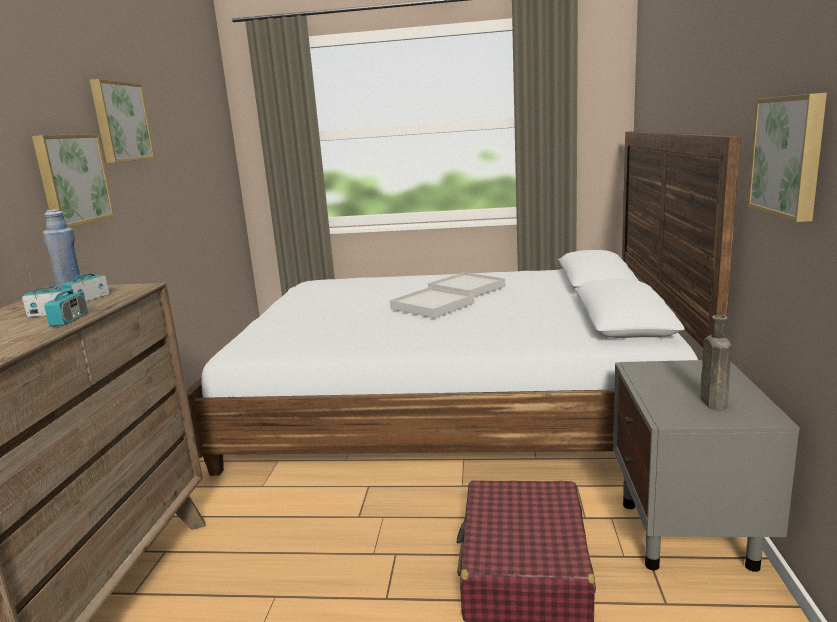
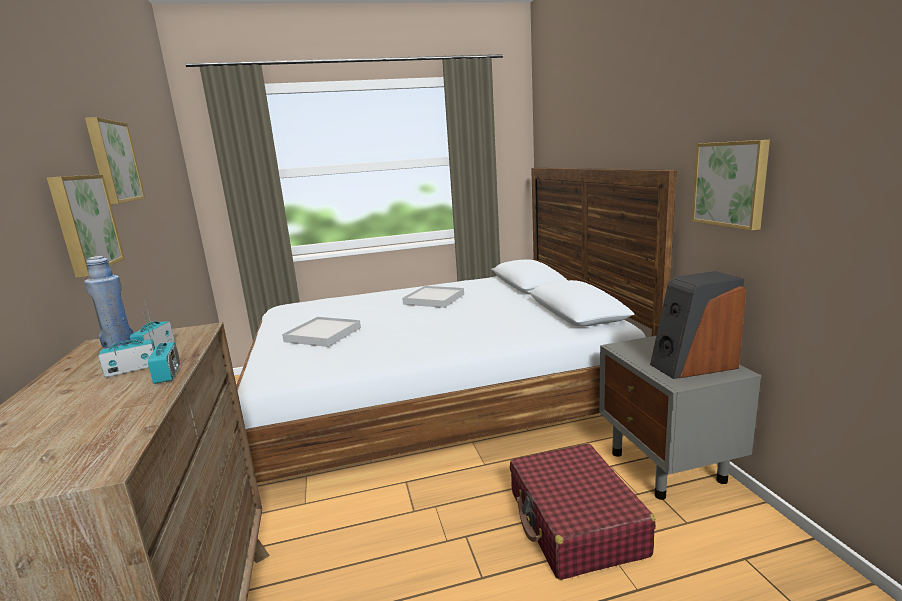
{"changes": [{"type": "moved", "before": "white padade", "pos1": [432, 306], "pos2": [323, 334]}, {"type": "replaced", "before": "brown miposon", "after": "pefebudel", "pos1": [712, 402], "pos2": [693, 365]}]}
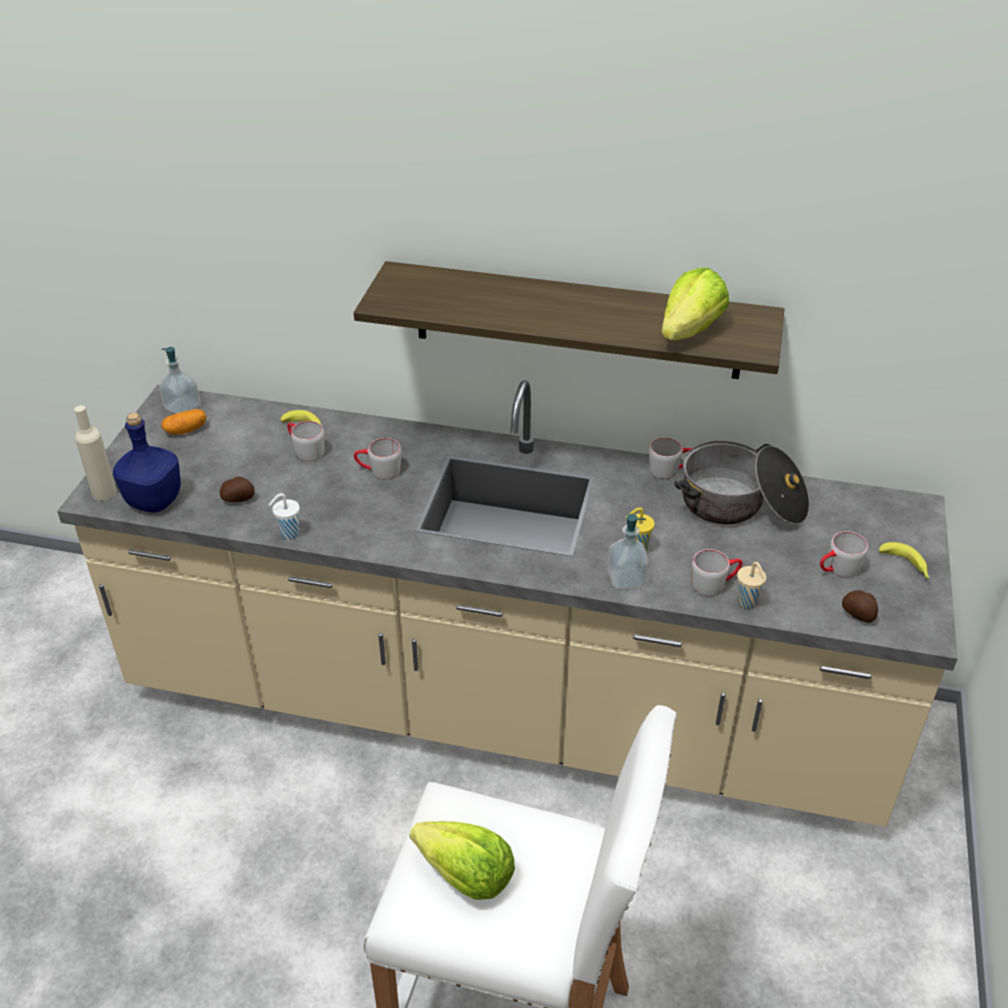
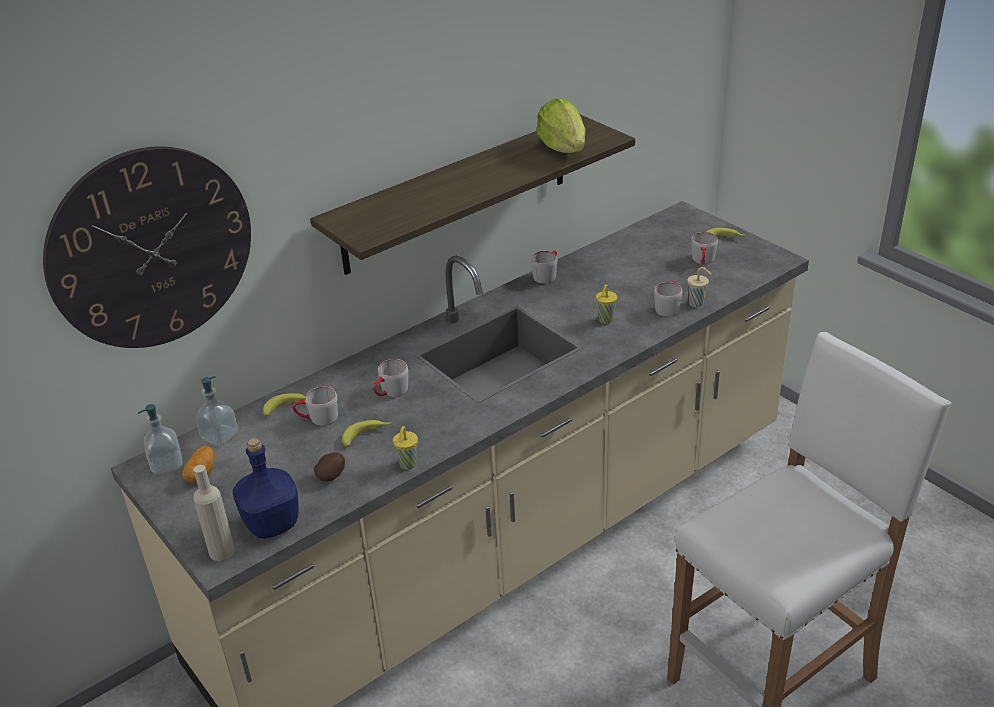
{"changes": [{"type": "removed", "before": "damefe", "pos1": [741, 504]}, {"type": "recoloured", "before": "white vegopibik", "after": "yellow vegopibik", "pos1": [288, 534], "pos2": [407, 465]}, {"type": "moved", "before": "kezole", "pos1": [626, 579], "pos2": [220, 436]}, {"type": "removed", "before": "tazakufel", "pos1": [858, 615]}, {"type": "removed", "before": "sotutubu", "pos1": [465, 875]}, {"type": "added", "after": "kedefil", "pos2": [151, 249]}, {"type": "added", "after": "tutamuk", "pos2": [367, 435]}]}
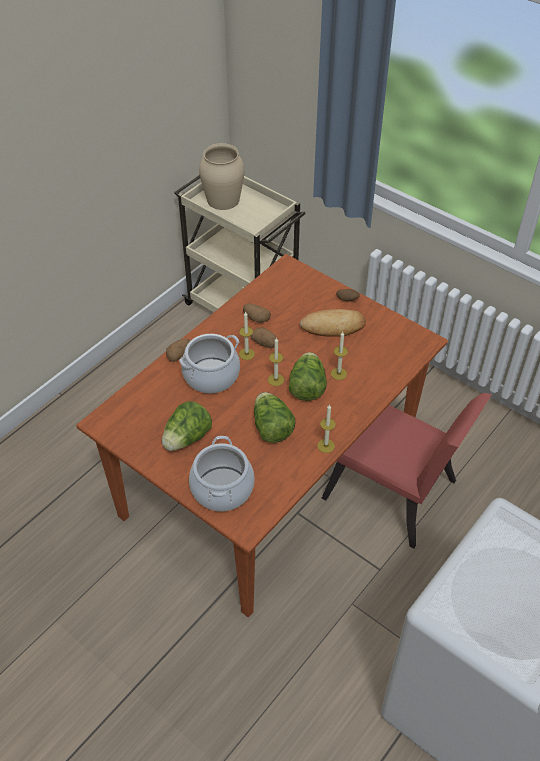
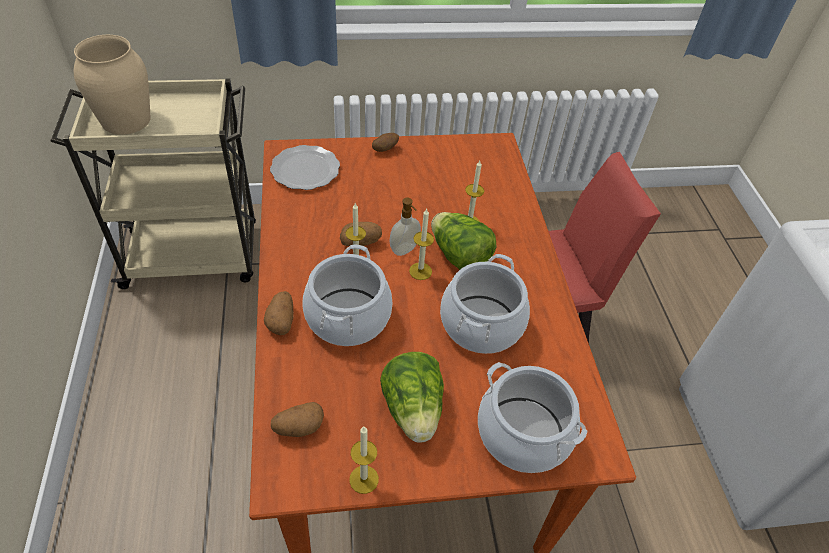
{"changes": [{"type": "moved", "before": "tazakufel", "pos1": [256, 318], "pos2": [298, 427]}, {"type": "removed", "before": "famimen", "pos1": [333, 326]}, {"type": "replaced", "before": "sotutubu", "after": "damefe", "pos1": [271, 428], "pos2": [482, 324]}, {"type": "moved", "before": "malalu", "pos1": [326, 446], "pos2": [364, 479]}, {"type": "added", "after": "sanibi", "pos2": [304, 170]}, {"type": "added", "after": "kezole", "pos2": [405, 250]}]}
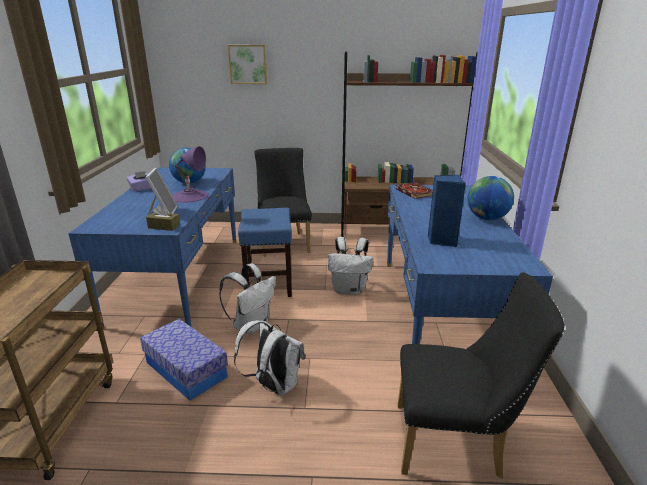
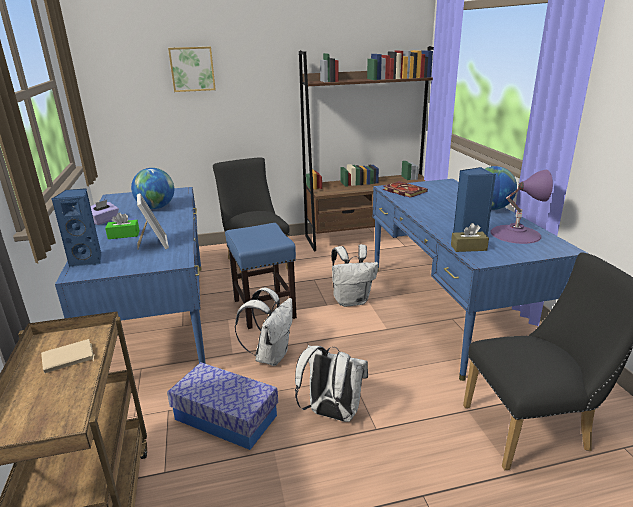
{"changes": [{"type": "moved", "before": "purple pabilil", "pos1": [189, 196], "pos2": [515, 234]}, {"type": "moved", "before": "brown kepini", "pos1": [164, 226], "pos2": [468, 248]}, {"type": "added", "after": "blue pefebudel", "pos2": [88, 260]}, {"type": "added", "after": "green kepini", "pos2": [124, 235]}, {"type": "added", "after": "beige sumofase", "pos2": [68, 359]}]}
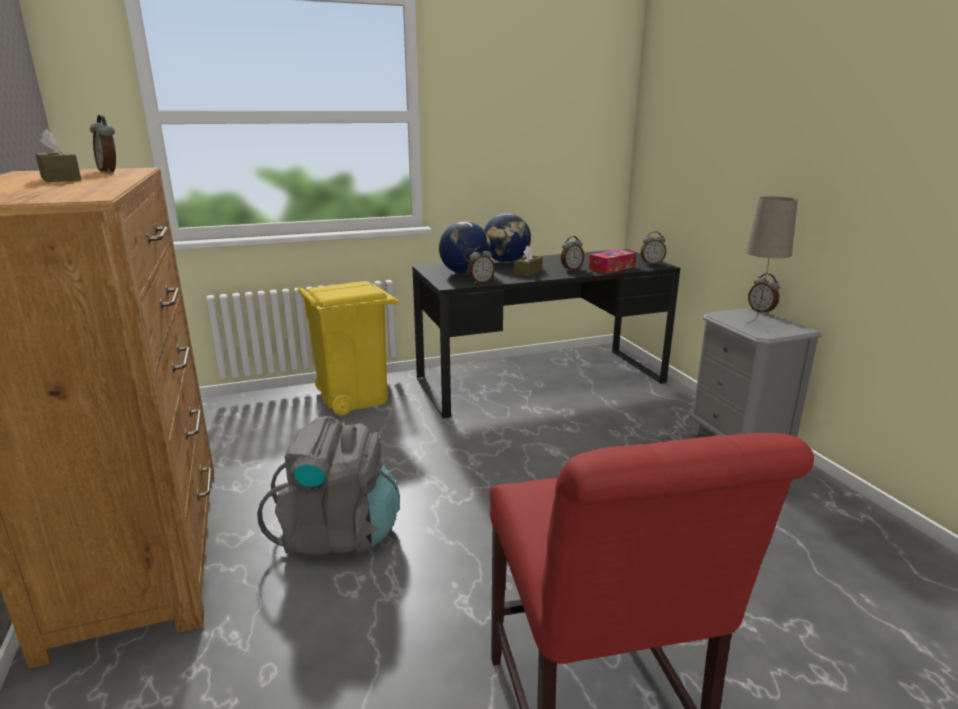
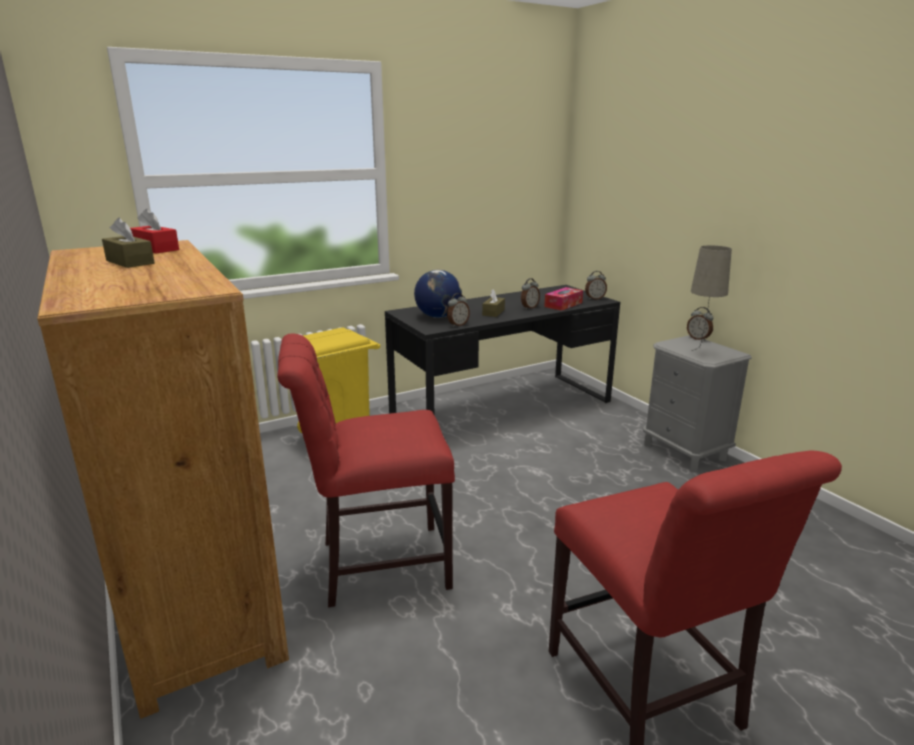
{"changes": [{"type": "replaced", "before": "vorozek", "after": "red kepini", "pos1": [110, 171], "pos2": [156, 249]}, {"type": "removed", "before": "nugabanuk", "pos1": [506, 262]}, {"type": "replaced", "before": "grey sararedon", "after": "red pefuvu", "pos1": [338, 534], "pos2": [376, 564]}]}
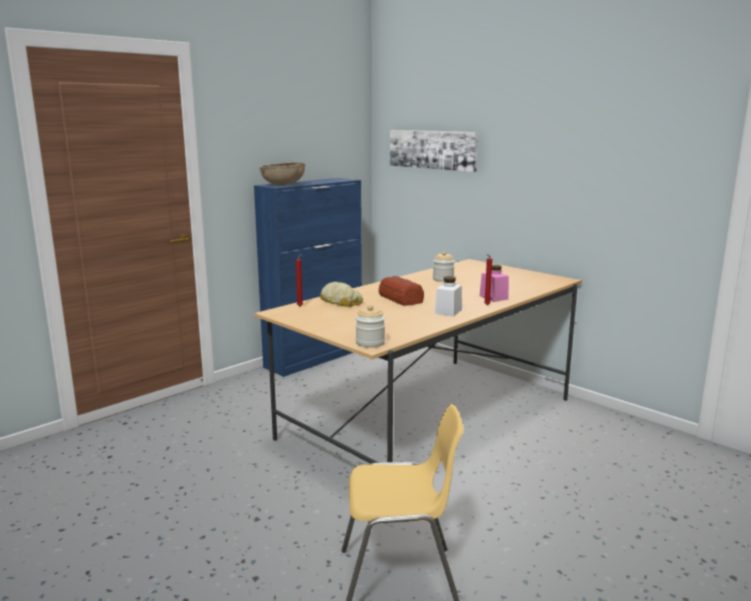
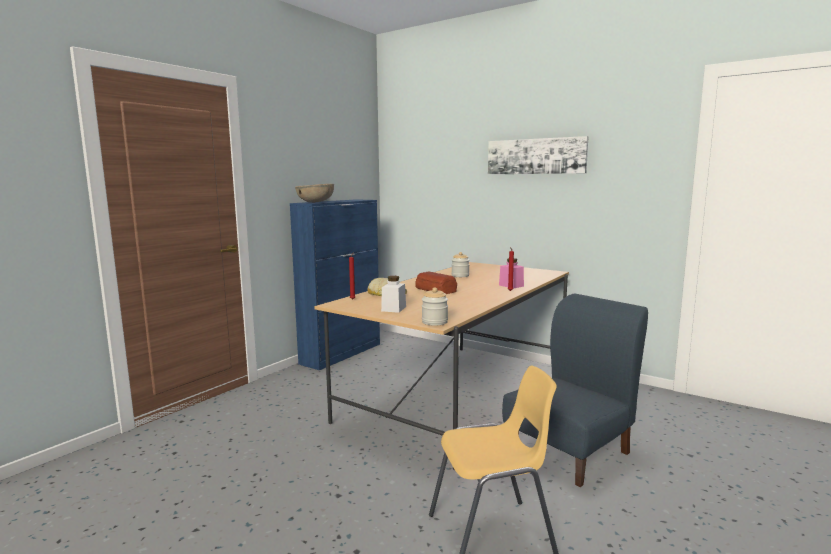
{"changes": [{"type": "moved", "before": "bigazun", "pos1": [432, 149], "pos2": [536, 156]}, {"type": "moved", "before": "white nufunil", "pos1": [448, 312], "pos2": [393, 309]}, {"type": "added", "after": "blue pefuvu", "pos2": [571, 452]}]}
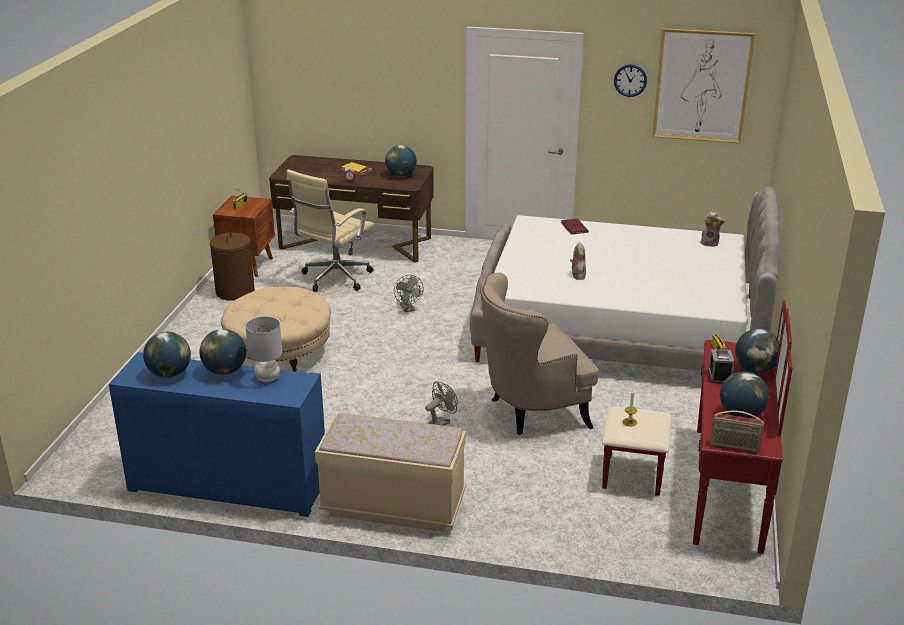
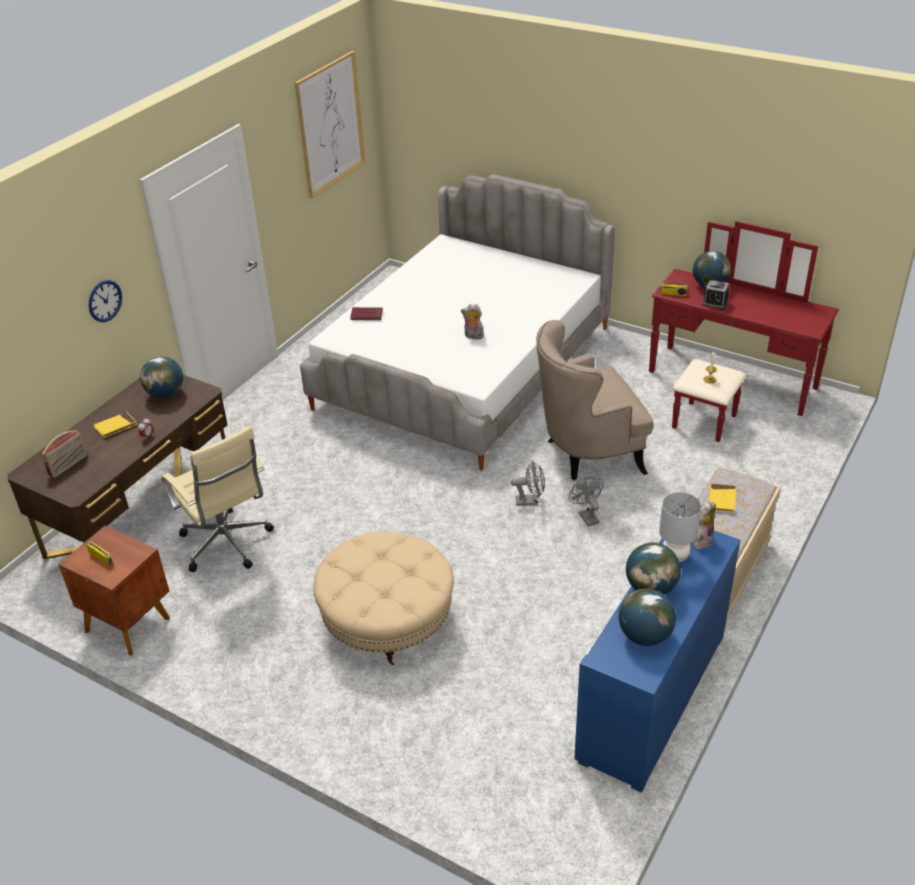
{"changes": [{"type": "moved", "before": "kedefil", "pos1": [630, 80], "pos2": [105, 301]}, {"type": "moved", "before": "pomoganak", "pos1": [710, 243], "pos2": [700, 540]}, {"type": "removed", "before": "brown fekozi", "pos1": [235, 291]}, {"type": "turned", "before": "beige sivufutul", "pos1": [531, 411], "pos2": [587, 454], "turn": 75}, {"type": "moved", "before": "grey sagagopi", "pos1": [408, 309], "pos2": [530, 501]}, {"type": "removed", "before": "nugabanuk", "pos1": [741, 415]}, {"type": "moved", "before": "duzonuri", "pos1": [734, 446], "pos2": [68, 465]}, {"type": "added", "after": "yellow sumofase", "pos2": [722, 499]}]}
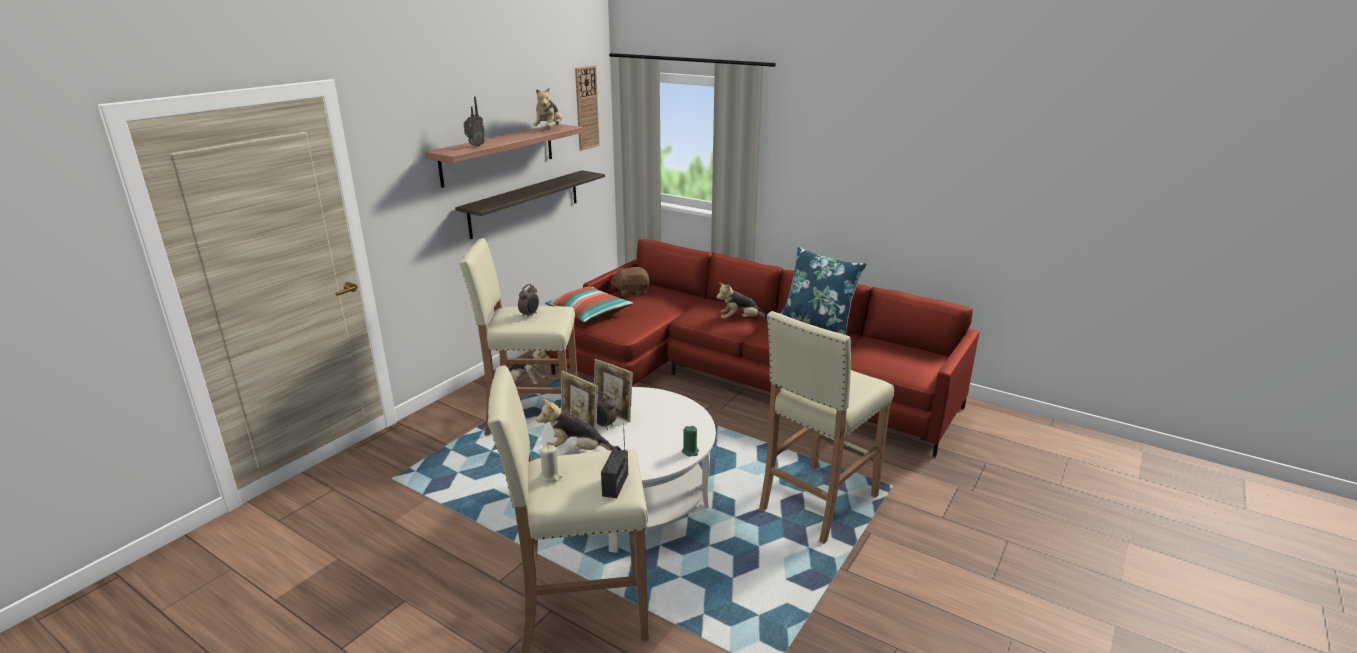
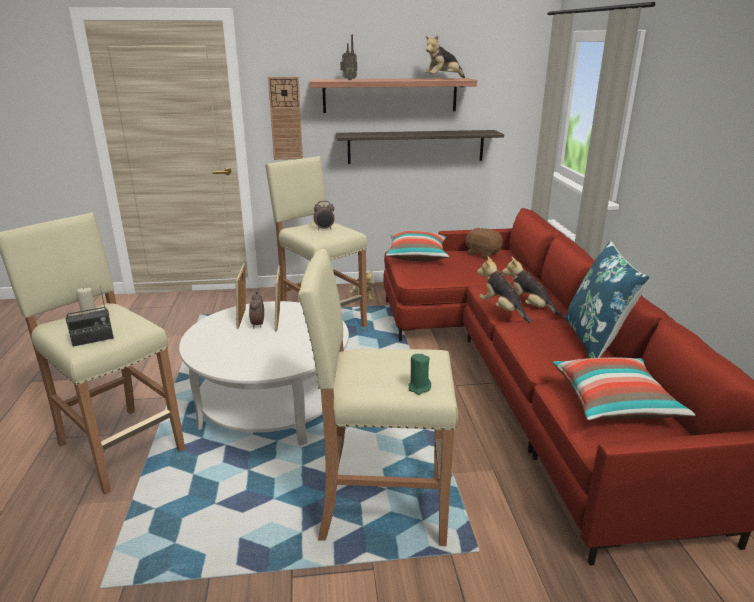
{"changes": [{"type": "moved", "before": "kedefil", "pos1": [586, 108], "pos2": [286, 119]}, {"type": "moved", "before": "pomoganak", "pos1": [577, 451], "pos2": [502, 310]}, {"type": "moved", "before": "green malalu", "pos1": [690, 451], "pos2": [419, 388]}, {"type": "added", "after": "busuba", "pos2": [613, 403]}]}
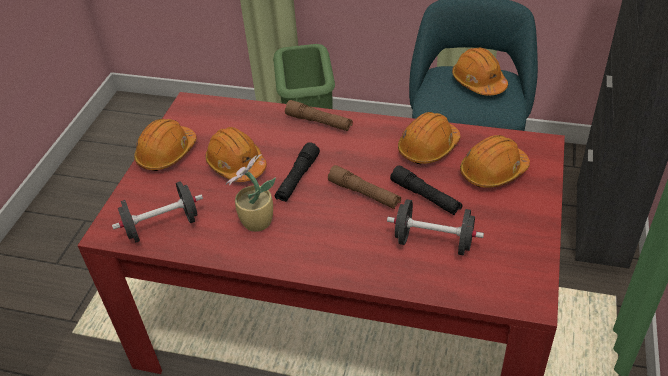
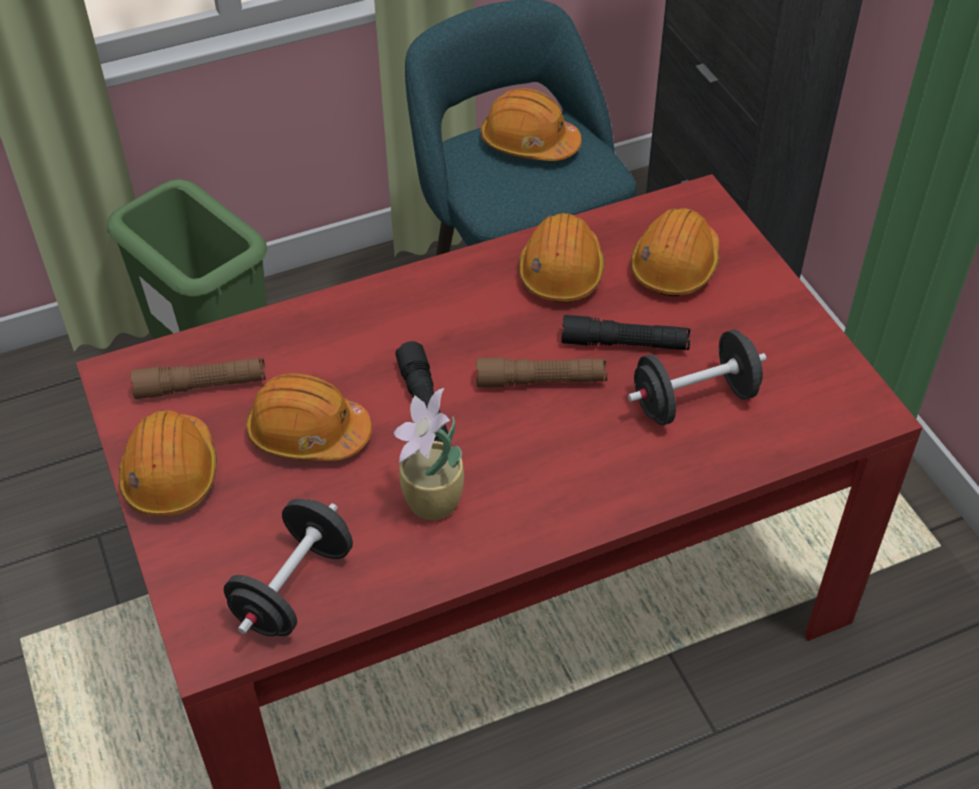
{"changes": [{"type": "moved", "before": "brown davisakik", "pos1": [319, 122], "pos2": [201, 386]}]}
